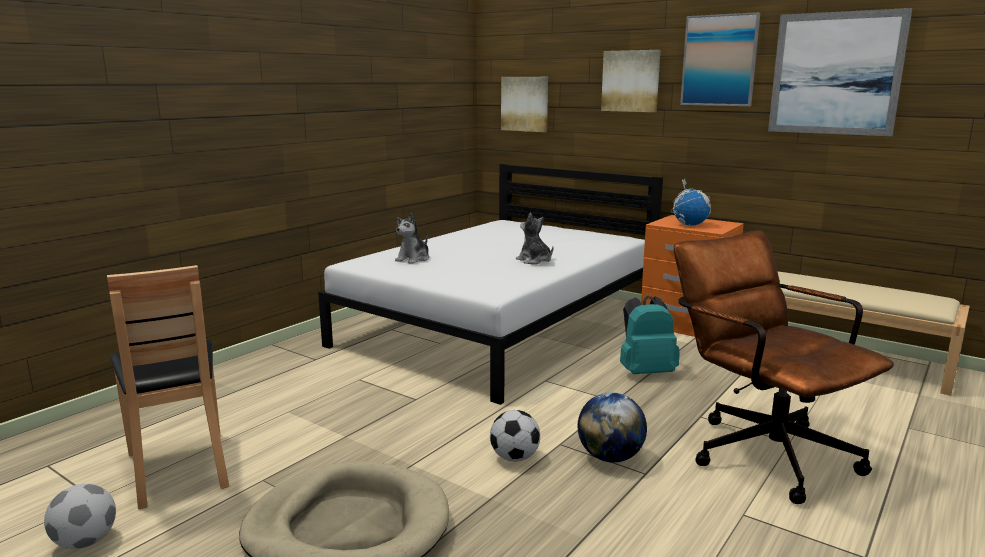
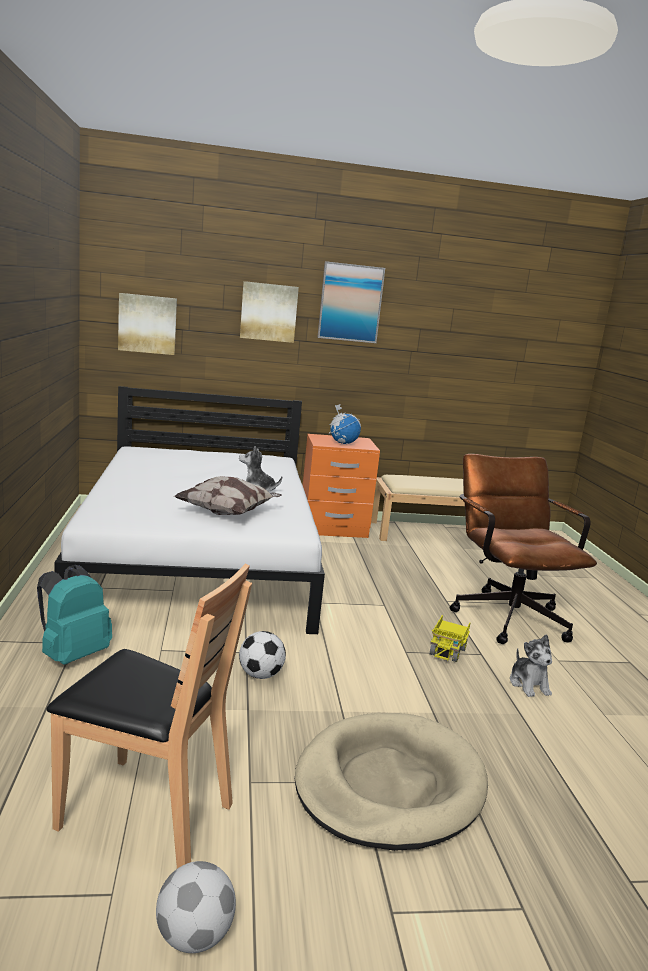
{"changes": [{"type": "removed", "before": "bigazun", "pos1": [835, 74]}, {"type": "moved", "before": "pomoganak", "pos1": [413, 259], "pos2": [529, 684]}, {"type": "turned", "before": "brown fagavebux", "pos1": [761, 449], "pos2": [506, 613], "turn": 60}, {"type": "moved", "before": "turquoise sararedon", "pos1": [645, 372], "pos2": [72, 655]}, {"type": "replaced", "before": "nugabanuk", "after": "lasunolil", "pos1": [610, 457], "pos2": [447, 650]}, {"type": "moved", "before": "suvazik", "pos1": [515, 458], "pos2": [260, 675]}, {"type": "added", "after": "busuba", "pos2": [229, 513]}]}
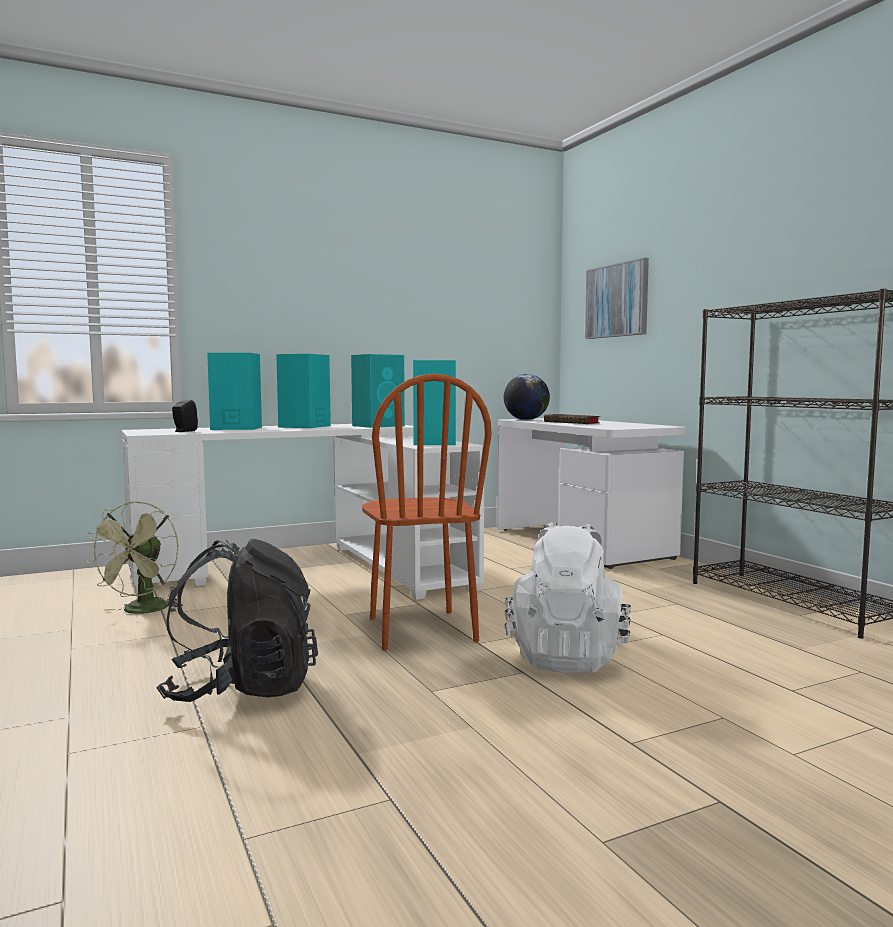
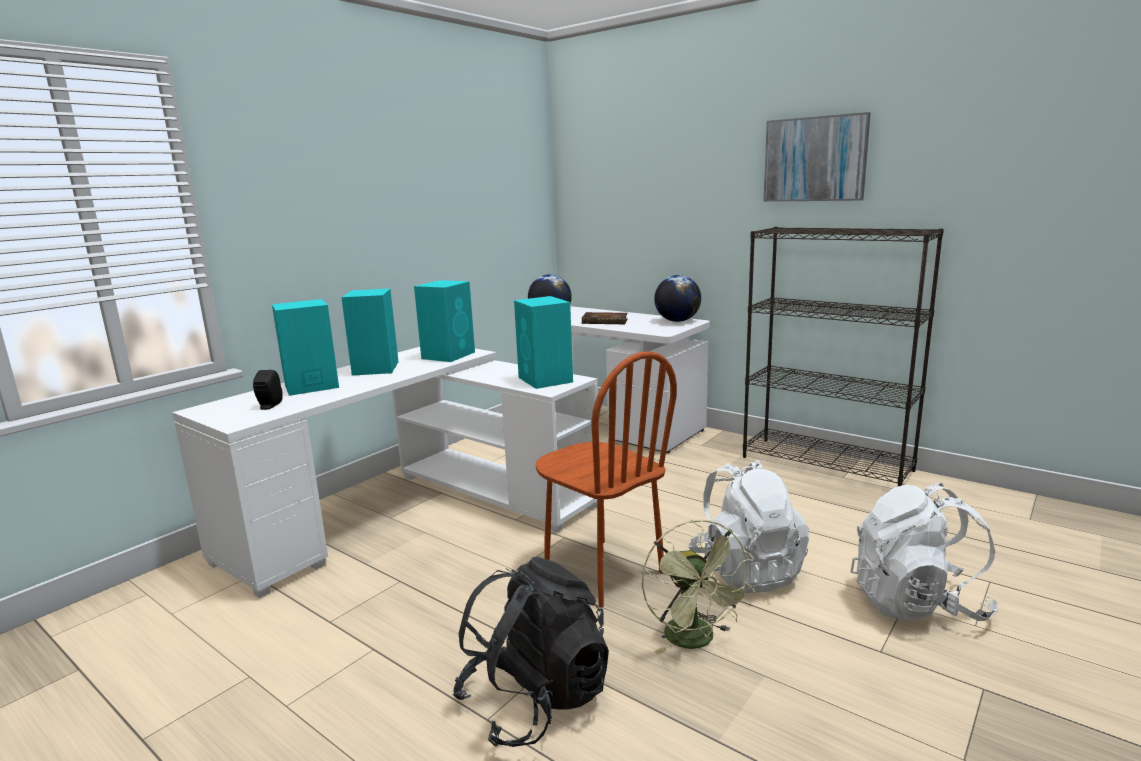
{"changes": [{"type": "moved", "before": "bigazun", "pos1": [617, 300], "pos2": [815, 159]}, {"type": "moved", "before": "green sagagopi", "pos1": [141, 611], "pos2": [696, 641]}, {"type": "added", "after": "nugabanuk", "pos2": [677, 321]}, {"type": "added", "after": "white sararedon", "pos2": [917, 603]}]}
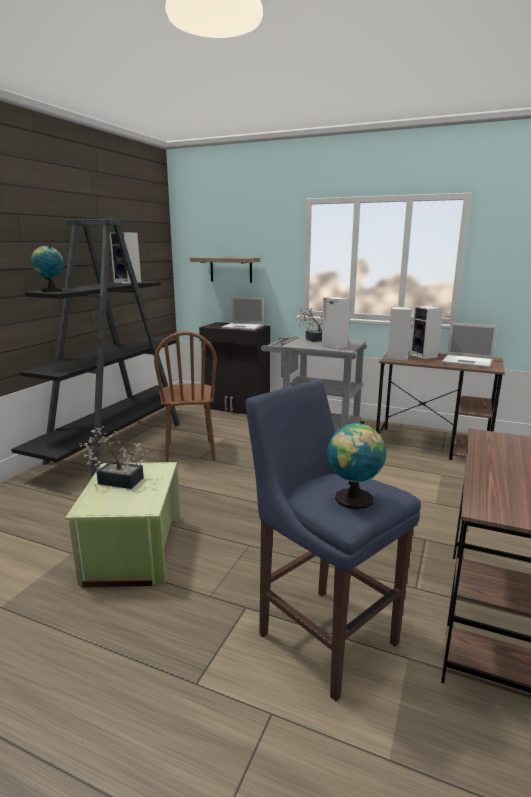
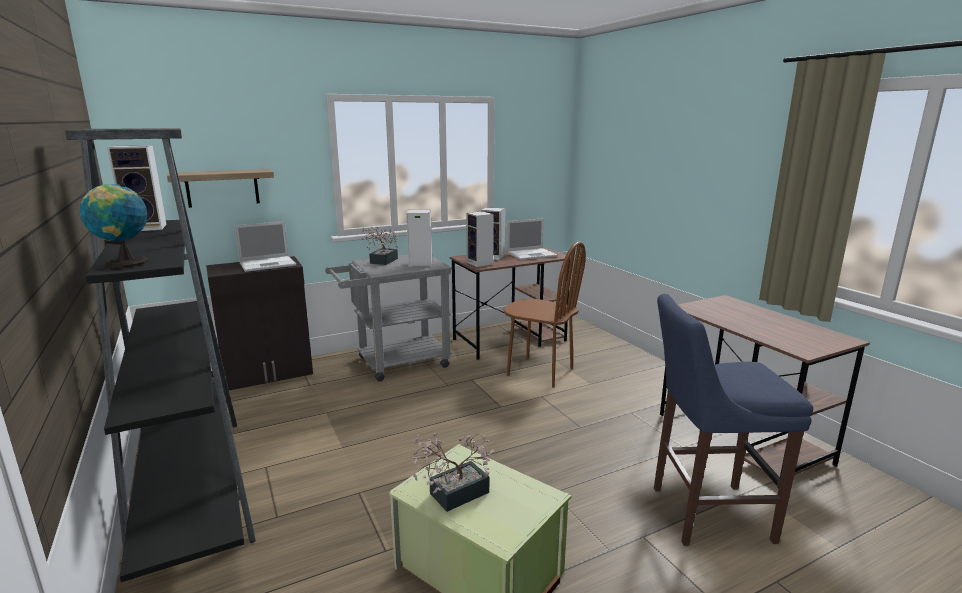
{"changes": [{"type": "moved", "before": "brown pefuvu", "pos1": [190, 451], "pos2": [540, 372]}, {"type": "removed", "before": "nugabanuk", "pos1": [353, 500]}]}
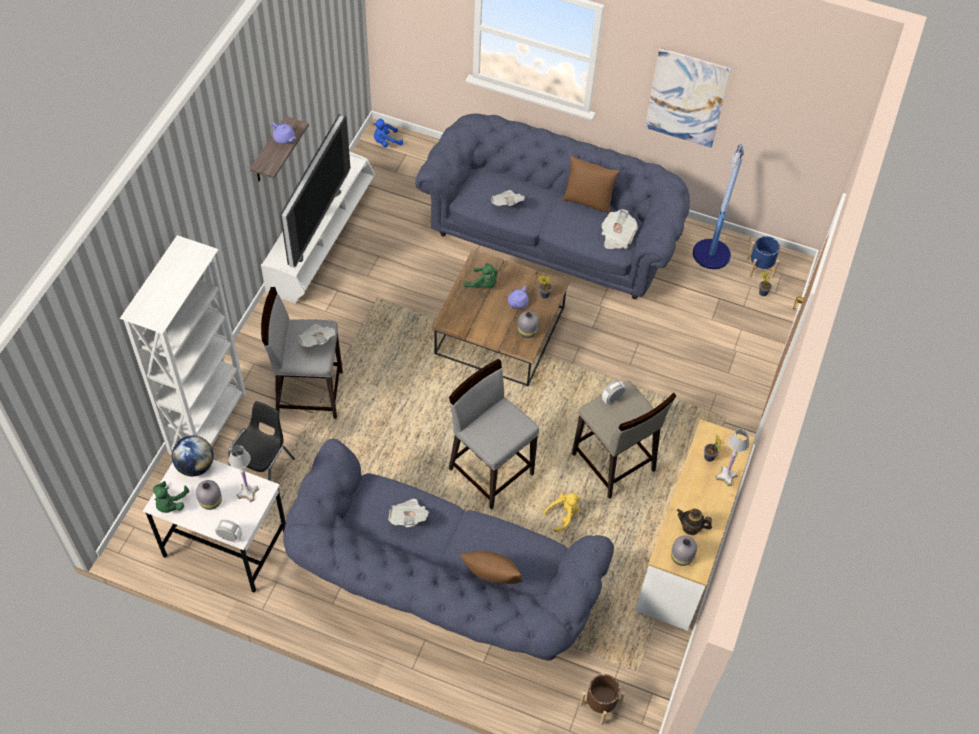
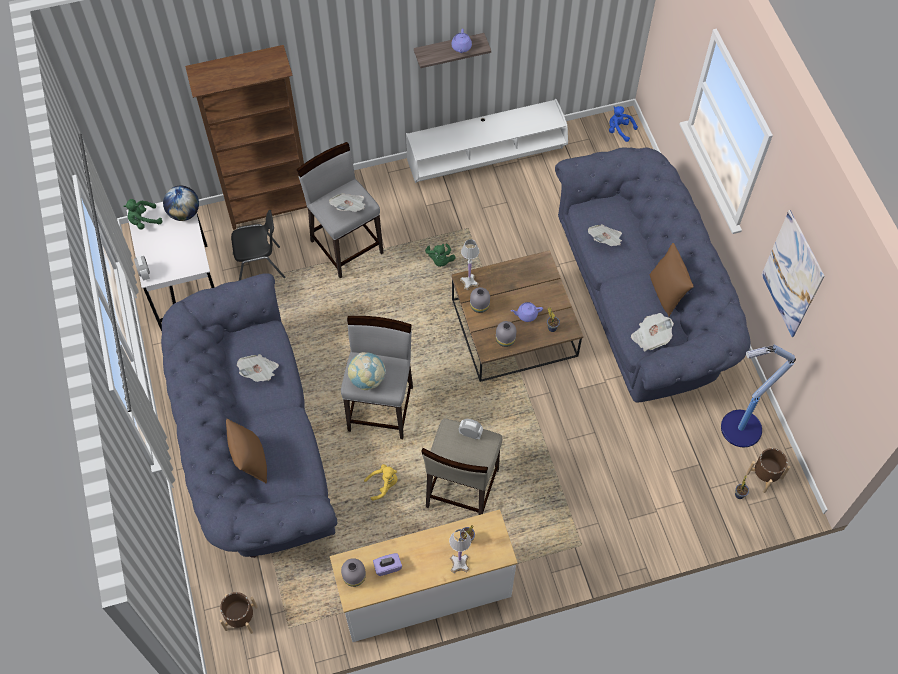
{"changes": [{"type": "removed", "before": "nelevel", "pos1": [313, 223]}, {"type": "recoloured", "before": "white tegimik", "after": "brown tegimik", "pos1": [209, 423], "pos2": [270, 208]}, {"type": "recoloured", "before": "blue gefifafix", "after": "brown gefifafix", "pos1": [760, 268], "pos2": [764, 476]}, {"type": "moved", "before": "green pomoganak", "pos1": [483, 285], "pos2": [440, 260]}, {"type": "moved", "before": "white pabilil", "pos1": [247, 492], "pos2": [469, 282]}, {"type": "moved", "before": "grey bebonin", "pos1": [211, 502], "pos2": [479, 306]}, {"type": "turned", "before": "yellow pomoganak", "pos1": [563, 515], "pos2": [383, 484], "turn": -45}, {"type": "replaced", "before": "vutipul", "after": "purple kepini", "pos1": [691, 527], "pos2": [387, 567]}, {"type": "added", "after": "nugabanuk", "pos2": [367, 379]}]}
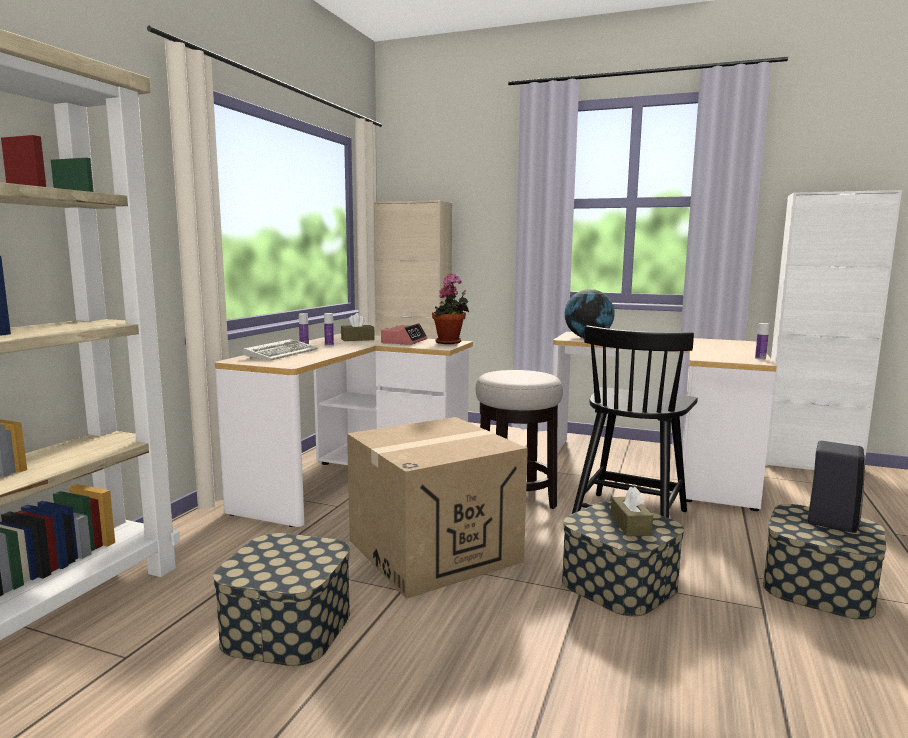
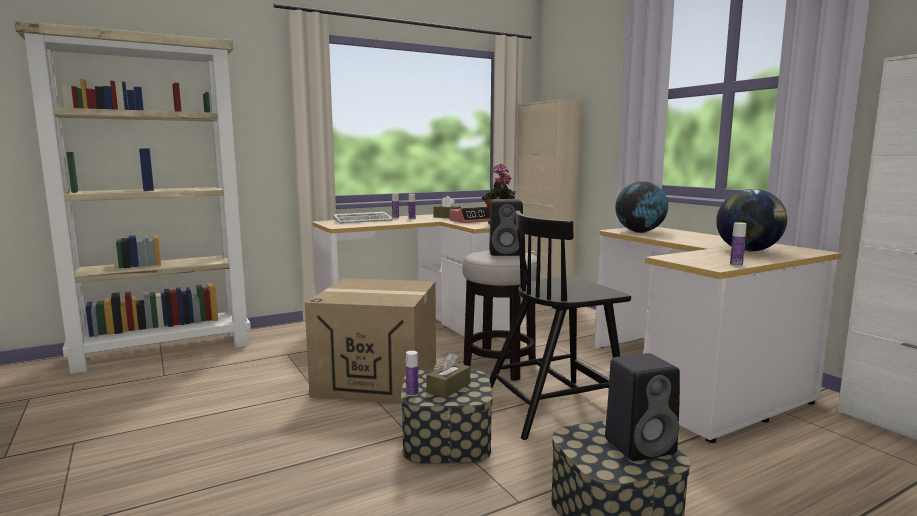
{"changes": [{"type": "removed", "before": "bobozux", "pos1": [287, 627]}, {"type": "added", "after": "nugabanuk", "pos2": [748, 251]}, {"type": "added", "after": "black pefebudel", "pos2": [507, 253]}, {"type": "added", "after": "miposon", "pos2": [412, 394]}]}
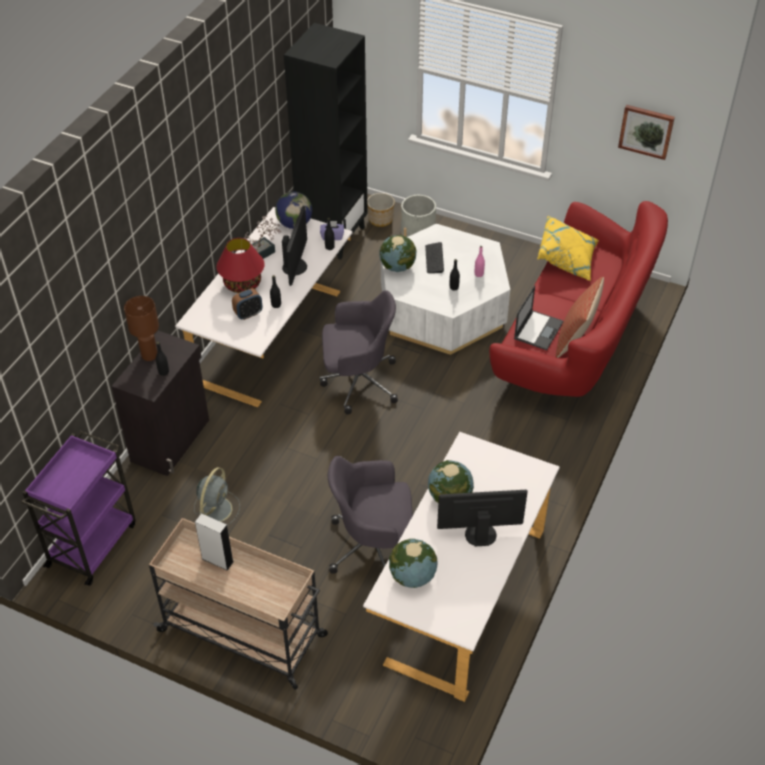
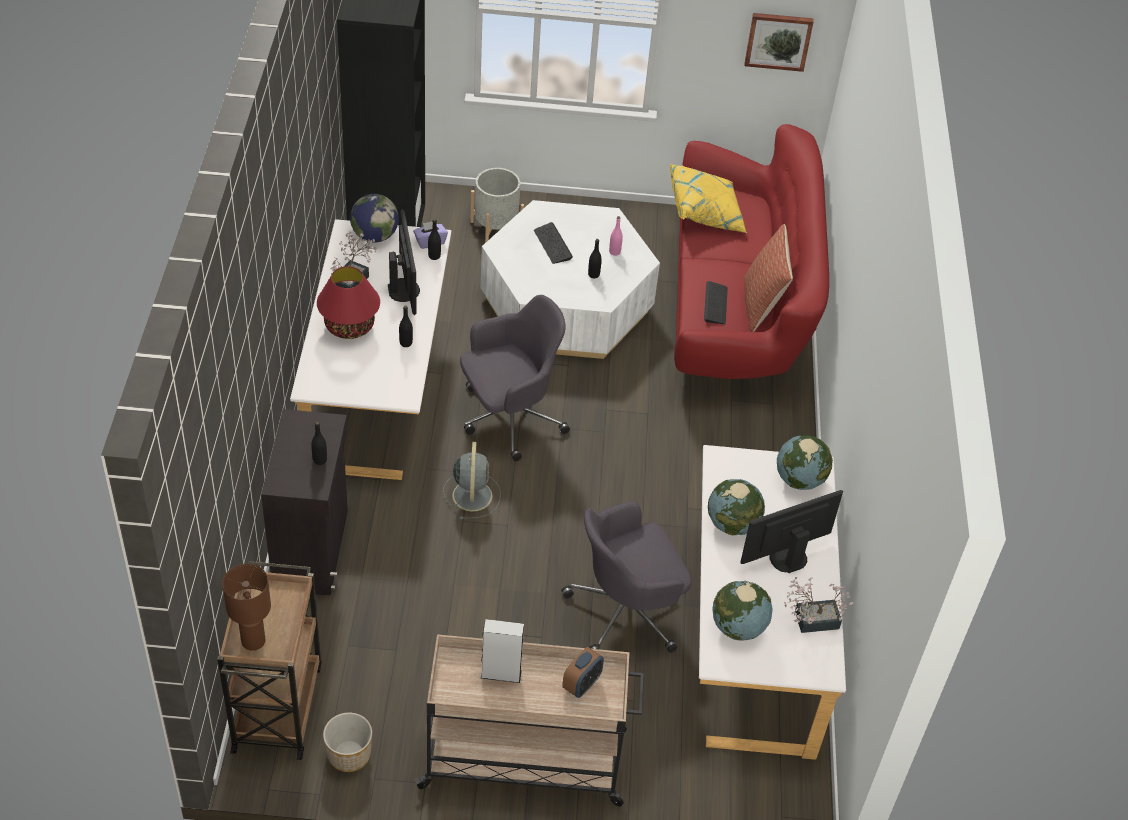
{"changes": [{"type": "moved", "before": "gefifafix", "pos1": [380, 219], "pos2": [348, 755]}, {"type": "moved", "before": "nugabanuk", "pos1": [397, 267], "pos2": [799, 480]}, {"type": "replaced", "before": "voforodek", "after": "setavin", "pos1": [538, 330], "pos2": [715, 304]}, {"type": "moved", "before": "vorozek", "pos1": [248, 314], "pos2": [581, 684]}, {"type": "moved", "before": "brown pabilil", "pos1": [149, 355], "pos2": [253, 640]}, {"type": "recoloured", "before": "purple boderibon", "after": "brown boderibon", "pos1": [93, 543], "pos2": [277, 706]}, {"type": "moved", "before": "grey sagagopi", "pos1": [216, 508], "pos2": [472, 494]}, {"type": "added", "after": "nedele", "pos2": [811, 620]}]}
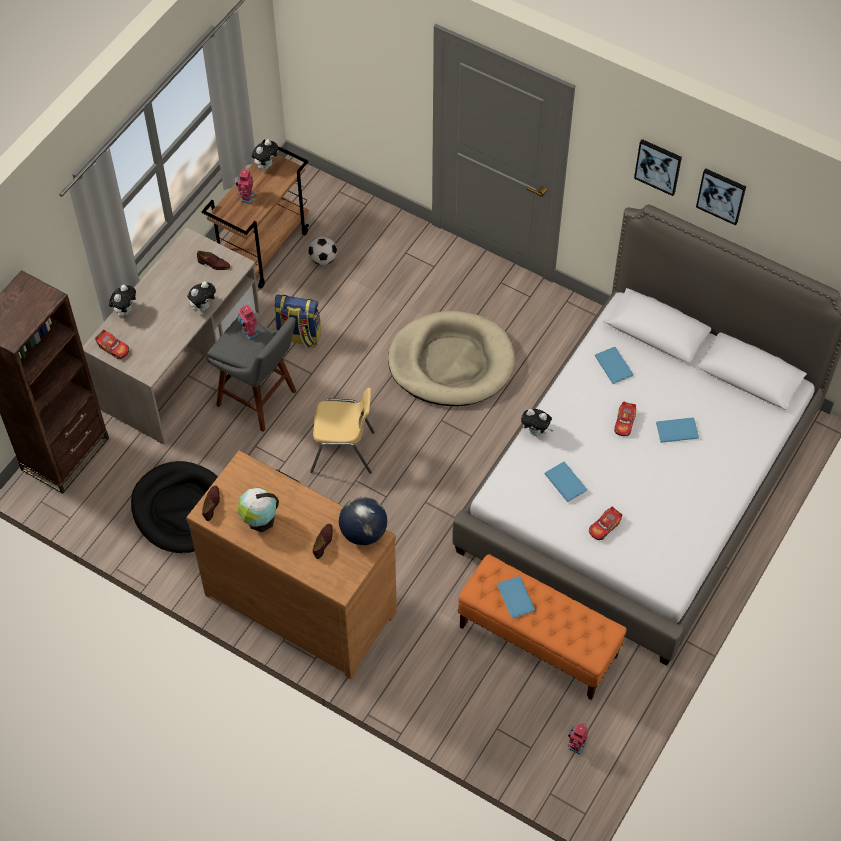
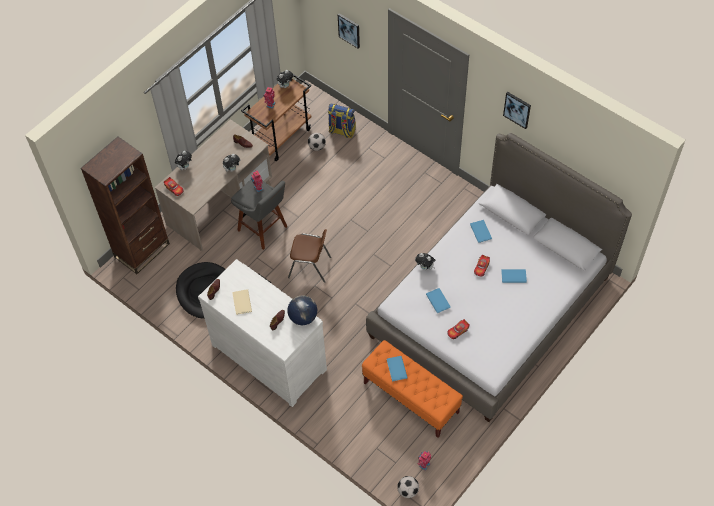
{"changes": [{"type": "moved", "before": "bigazun", "pos1": [721, 195], "pos2": [349, 30]}, {"type": "moved", "before": "sararedon", "pos1": [298, 337], "pos2": [341, 131]}, {"type": "removed", "before": "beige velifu", "pos1": [451, 362]}, {"type": "recoloured", "before": "yellow pefuvu", "after": "brown pefuvu", "pos1": [343, 452], "pos2": [310, 267]}, {"type": "recoloured", "before": "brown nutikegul", "after": "white nutikegul", "pos1": [302, 600], "pos2": [270, 355]}, {"type": "replaced", "before": "nugabanuk", "after": "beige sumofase", "pos1": [259, 520], "pos2": [241, 303]}, {"type": "added", "after": "suvazik", "pos2": [408, 491]}]}
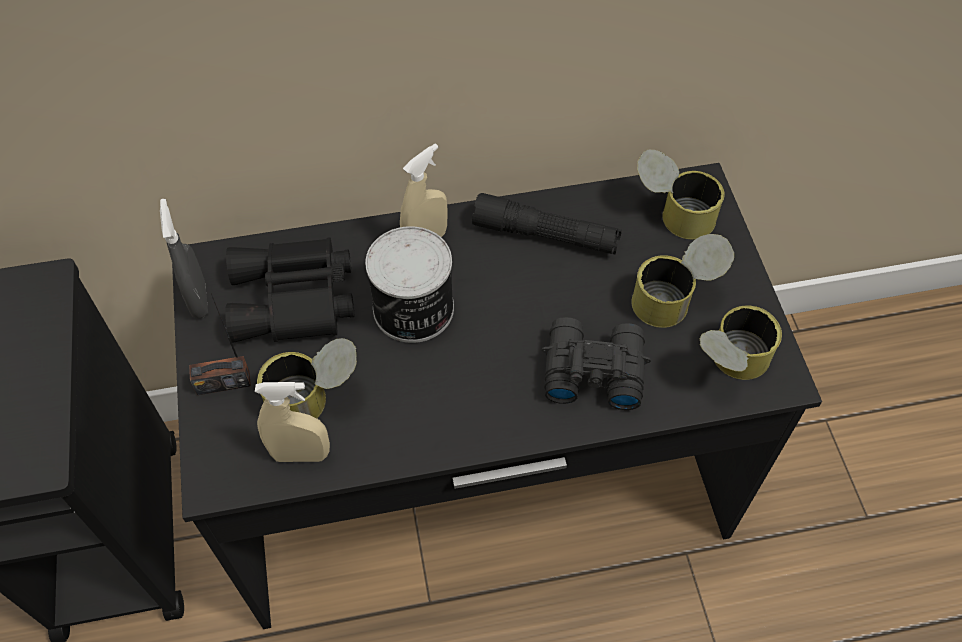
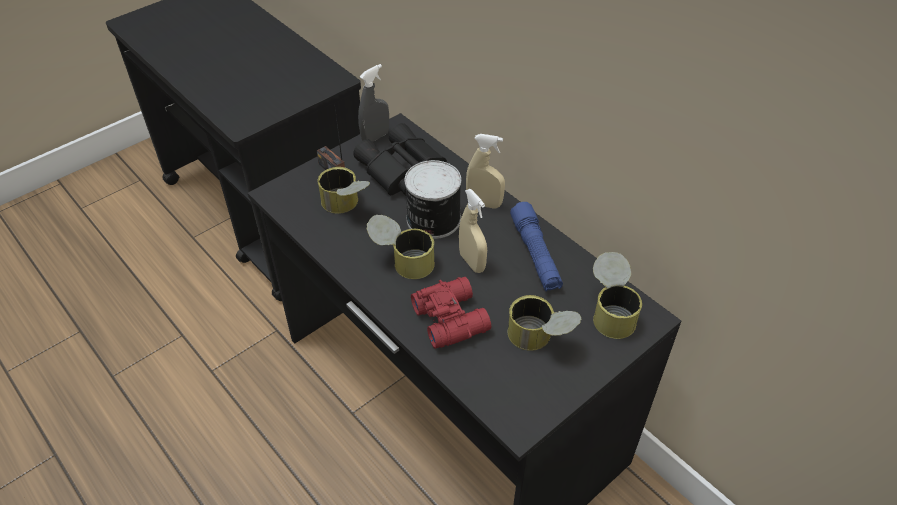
{"changes": [{"type": "recoloured", "before": "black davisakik", "after": "blue davisakik", "pos1": [545, 235], "pos2": [535, 254]}, {"type": "moved", "before": "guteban", "pos1": [728, 365], "pos2": [402, 261]}, {"type": "recoloured", "before": "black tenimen", "after": "red tenimen", "pos1": [591, 369], "pos2": [451, 317]}, {"type": "moved", "before": "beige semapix", "pos1": [301, 454], "pos2": [472, 262]}]}
